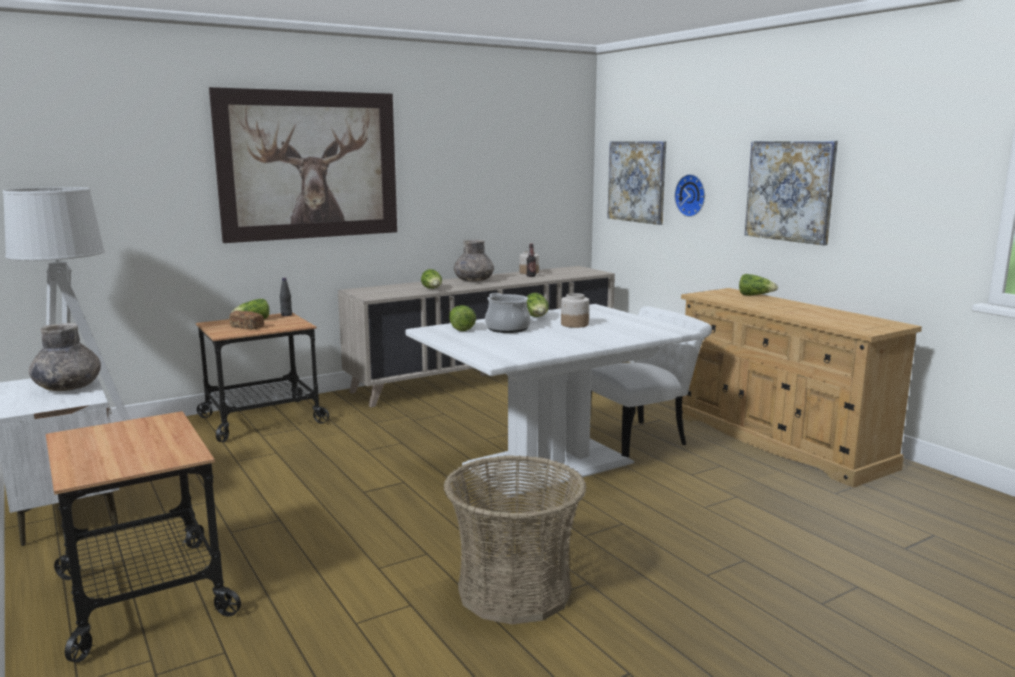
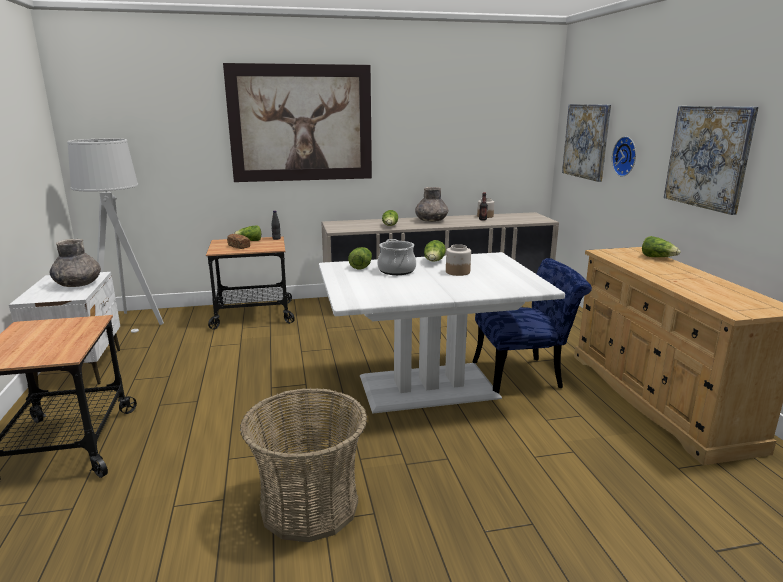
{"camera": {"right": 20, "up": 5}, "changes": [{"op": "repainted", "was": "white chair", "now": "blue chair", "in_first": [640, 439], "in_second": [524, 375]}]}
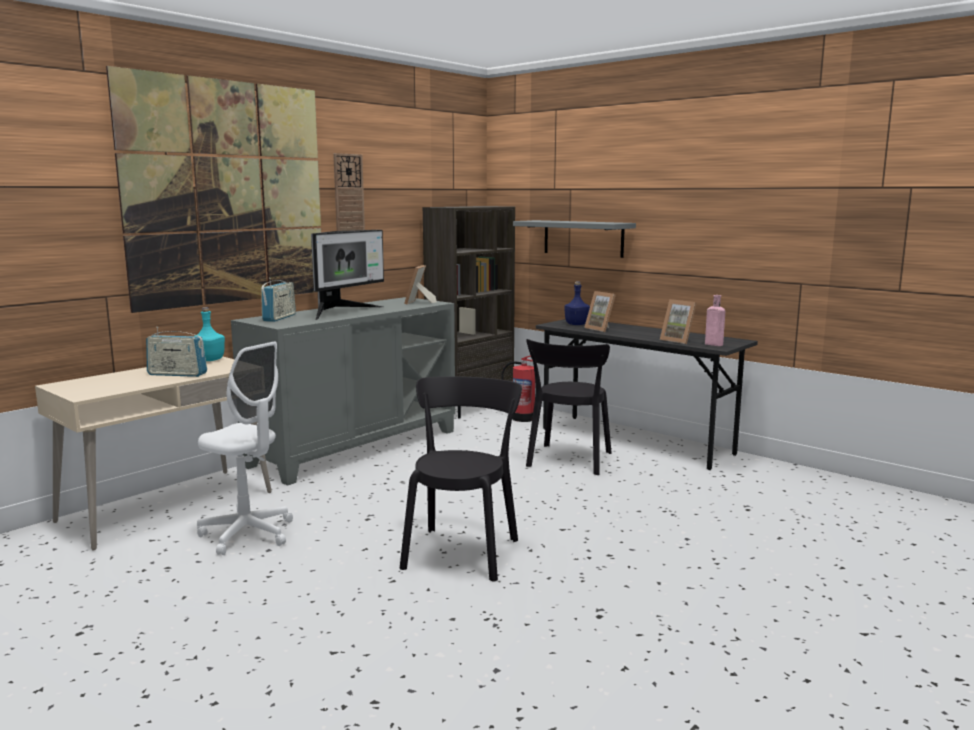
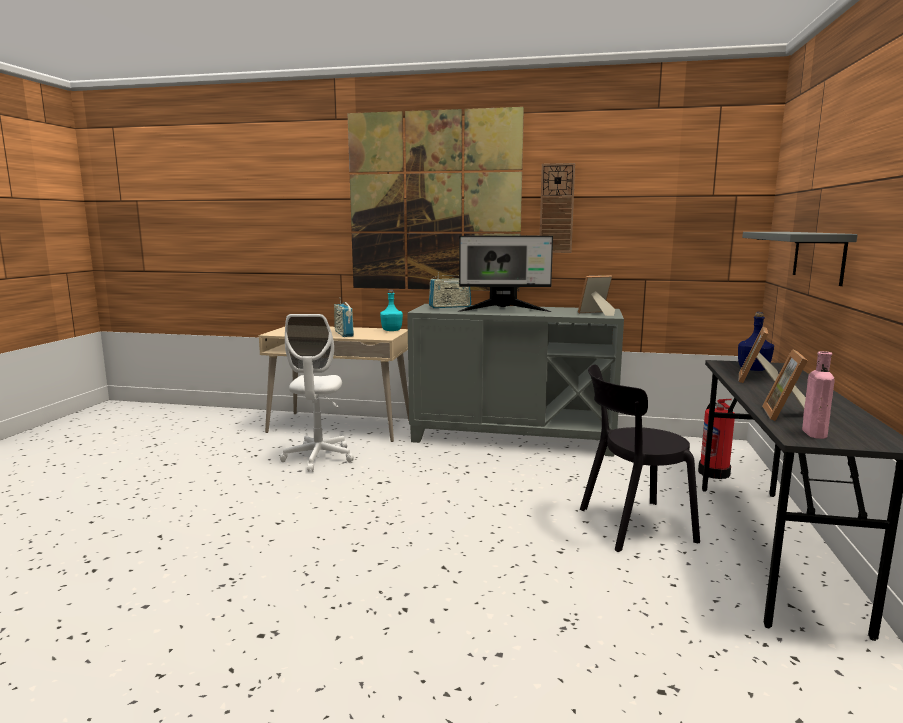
{"camera": {"right": 60, "up": 0}, "changes": [{"op": "gone", "was": "black chair", "in_first": [462, 551]}, {"op": "gone", "was": "brown bookcase", "in_first": [470, 407]}]}
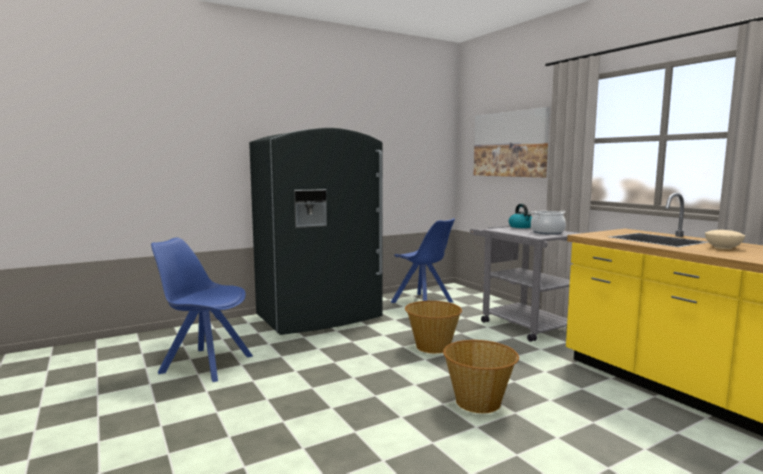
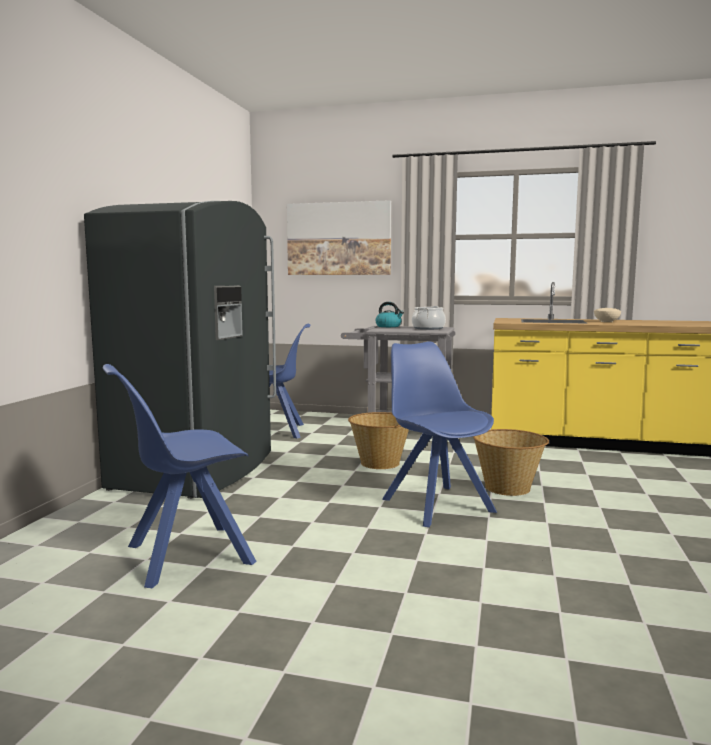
{"camera": {"right": -45, "up": 0}, "changes": [{"op": "new", "now": "blue chair", "in_second": [436, 504]}]}
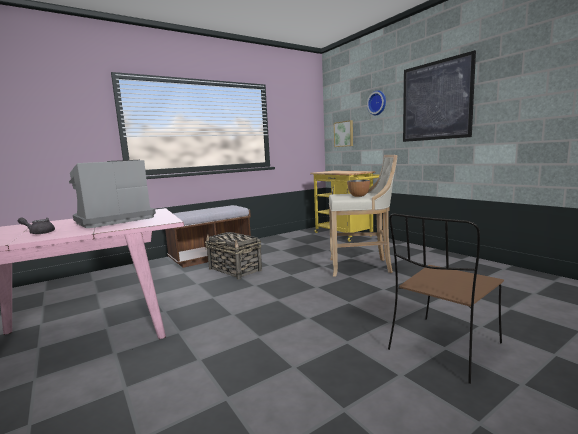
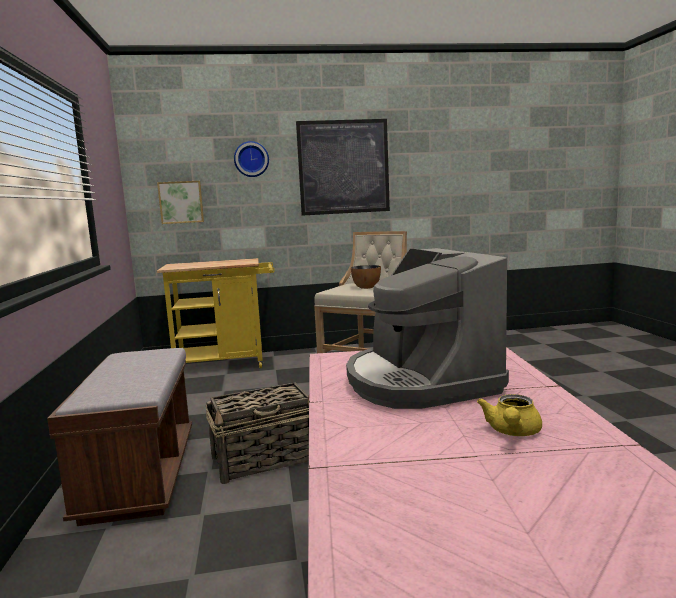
{"camera": {"right": -65, "up": 0}, "changes": [{"op": "repainted", "was": "grey teapot", "now": "yellow teapot", "in_first": [39, 232], "in_second": [512, 432]}, {"op": "gone", "was": "brown chair", "in_first": [443, 348]}]}
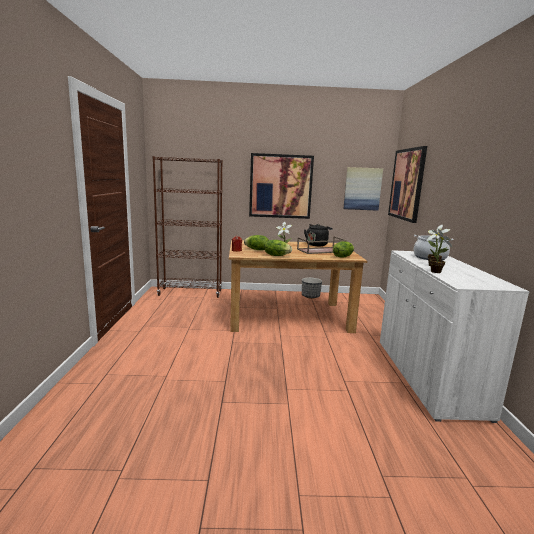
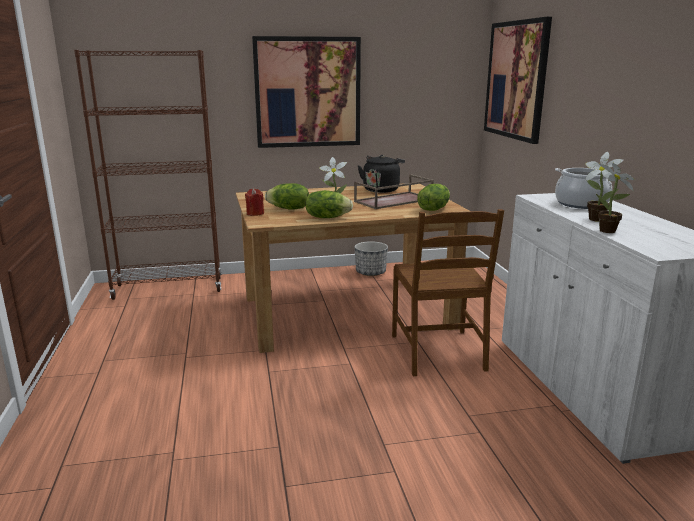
{"camera": {"right": -10, "up": 5}, "changes": [{"op": "gone", "was": "picture", "in_first": [362, 189]}, {"op": "new", "now": "brown chair", "in_second": [439, 352]}]}
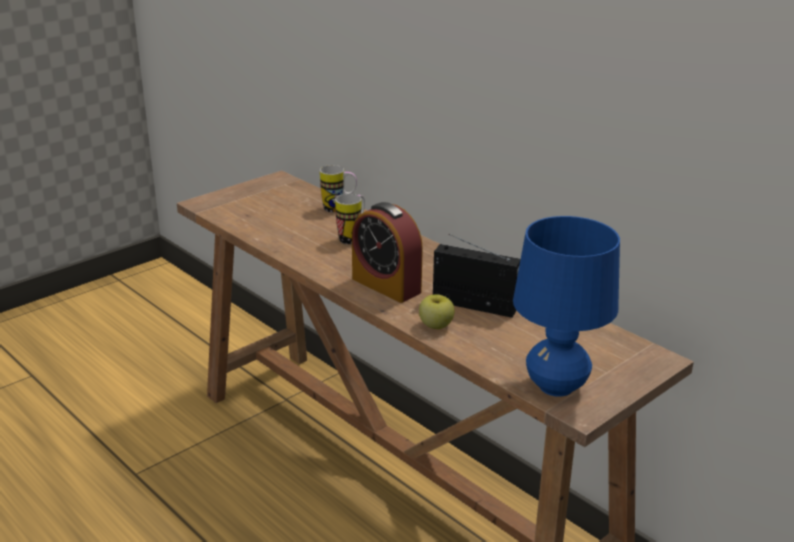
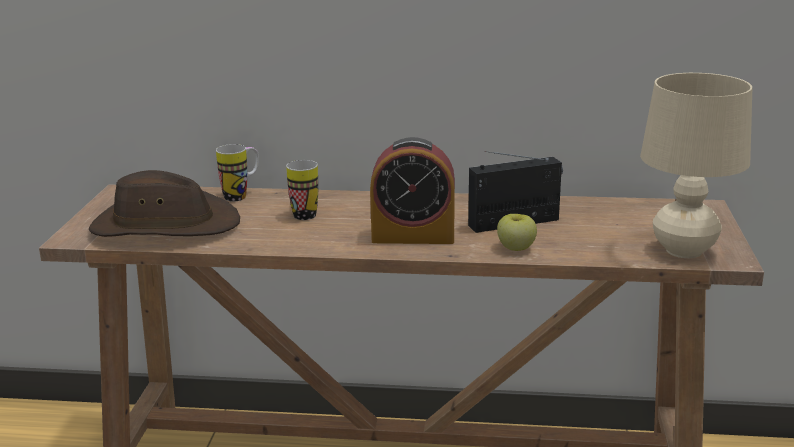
{"camera": {"right": -40, "up": -5}, "changes": [{"op": "repainted", "was": "blue table lamp", "now": "beige table lamp", "in_first": [556, 386], "in_second": [684, 251]}, {"op": "new", "now": "brown hat", "in_second": [165, 226]}]}
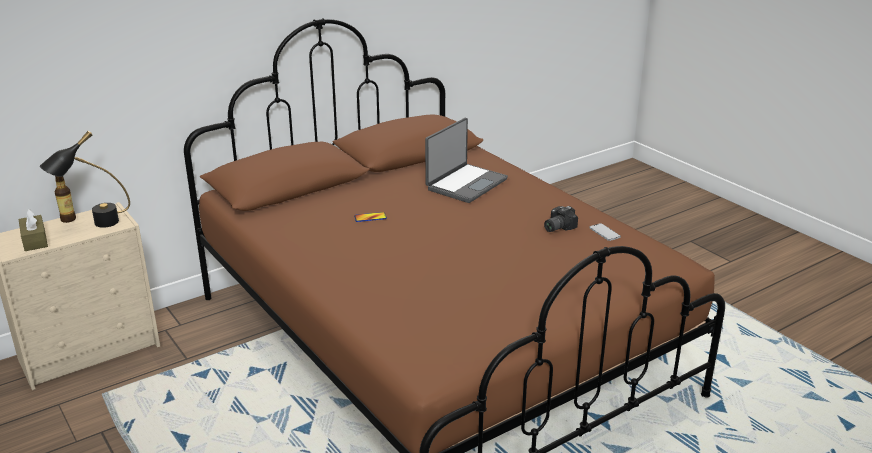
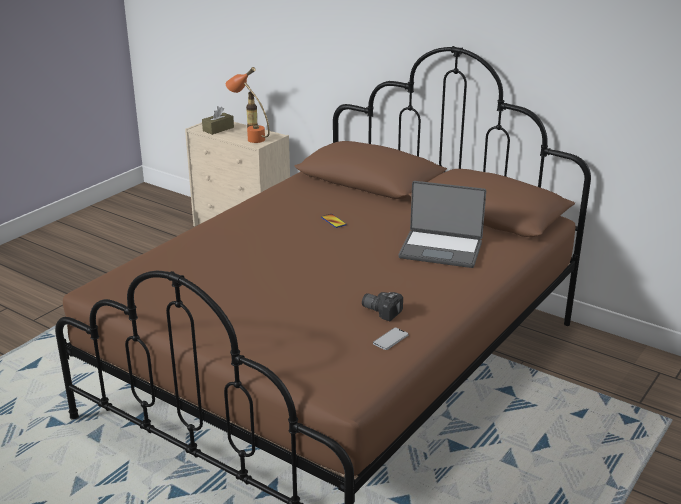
{"camera": {"right": 70, "up": 0}, "changes": [{"op": "repainted", "was": "black table lamp", "now": "orange table lamp", "in_first": [94, 224], "in_second": [250, 137]}]}
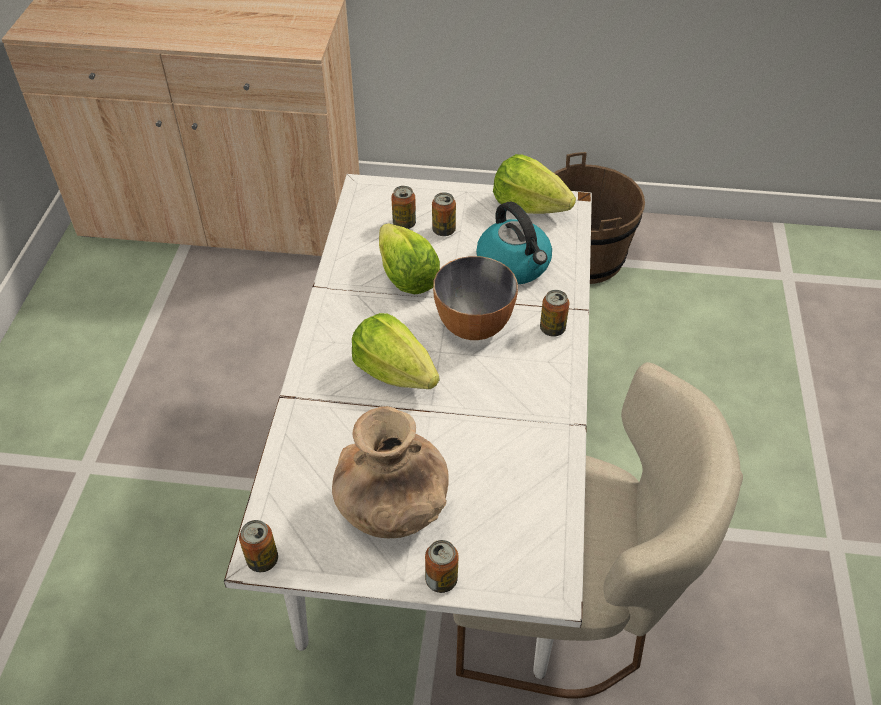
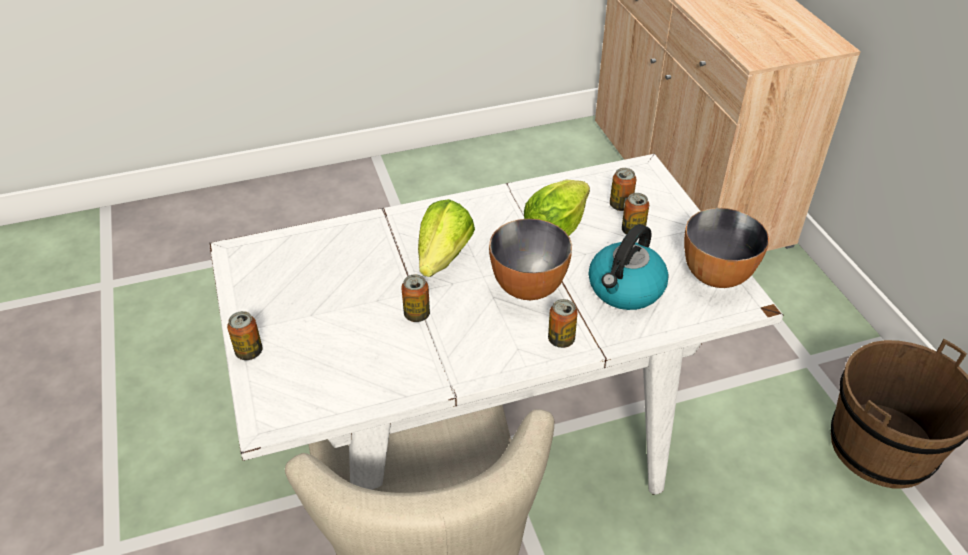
{"camera": {"right": 65, "up": -5}, "changes": [{"op": "shifted", "was": "can", "in_first": [262, 560], "in_second": [417, 314]}, {"op": "gone", "was": "brown vase", "in_first": [392, 510]}, {"op": "swapped", "was": "lettuce", "now": "bowl", "in_first": [529, 206], "in_second": [717, 275]}]}
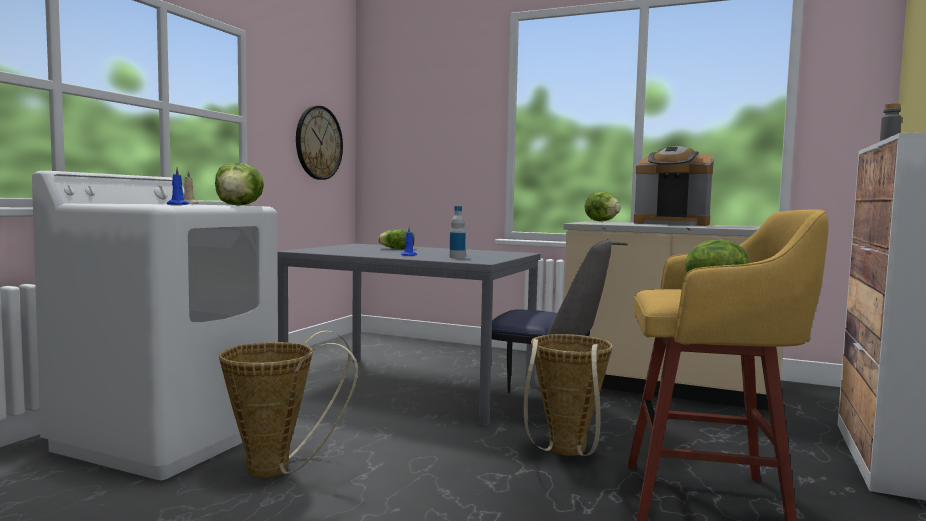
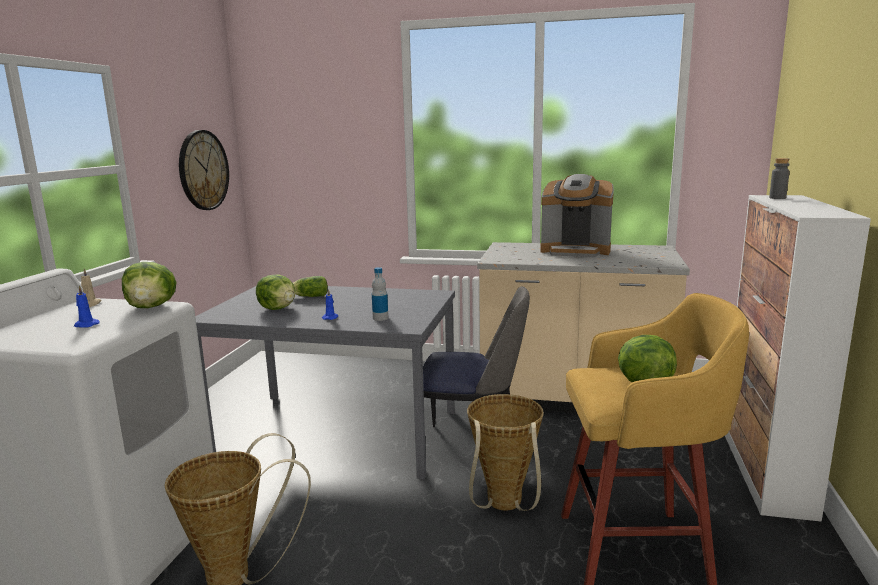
{"camera": {"right": -10, "up": 10}, "changes": [{"op": "shifted", "was": "lettuce", "in_first": [602, 221], "in_second": [278, 308]}]}
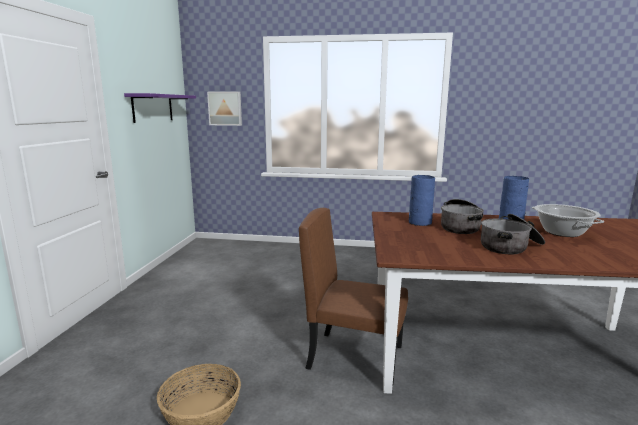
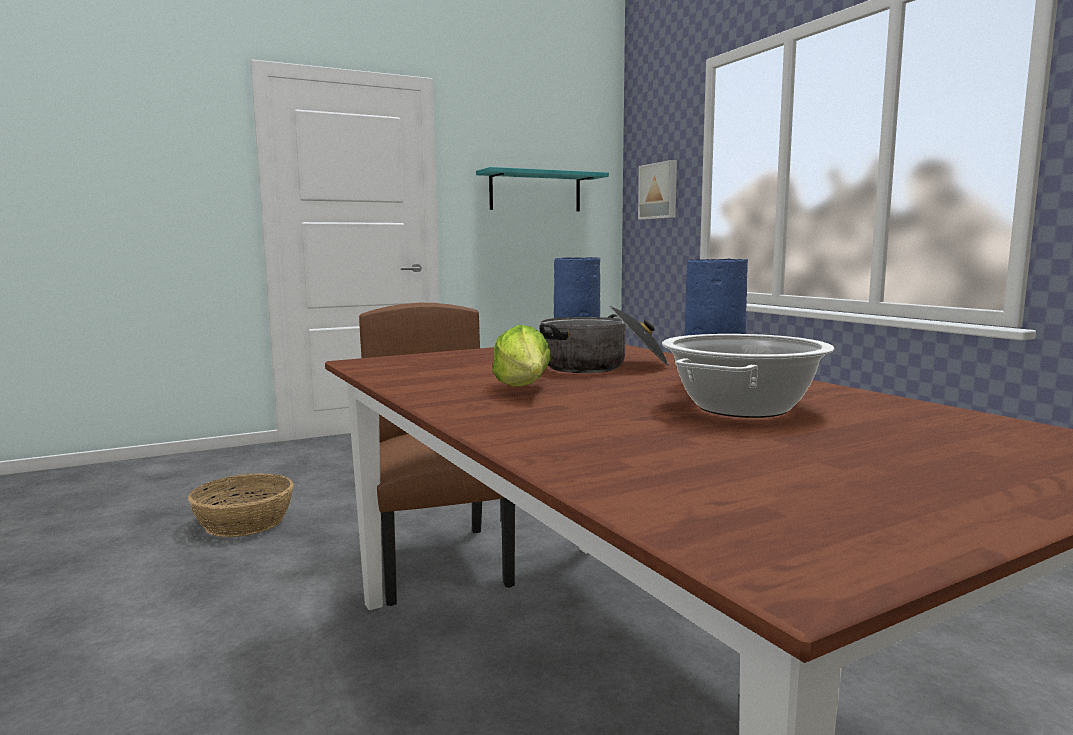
{"camera": {"right": 55, "up": -5}, "changes": [{"op": "repainted", "was": "purple shelf", "now": "turquoise shelf", "in_first": [152, 108], "in_second": [535, 192]}, {"op": "swapped", "was": "cooking pot", "now": "lettuce", "in_first": [510, 246], "in_second": [524, 390]}]}
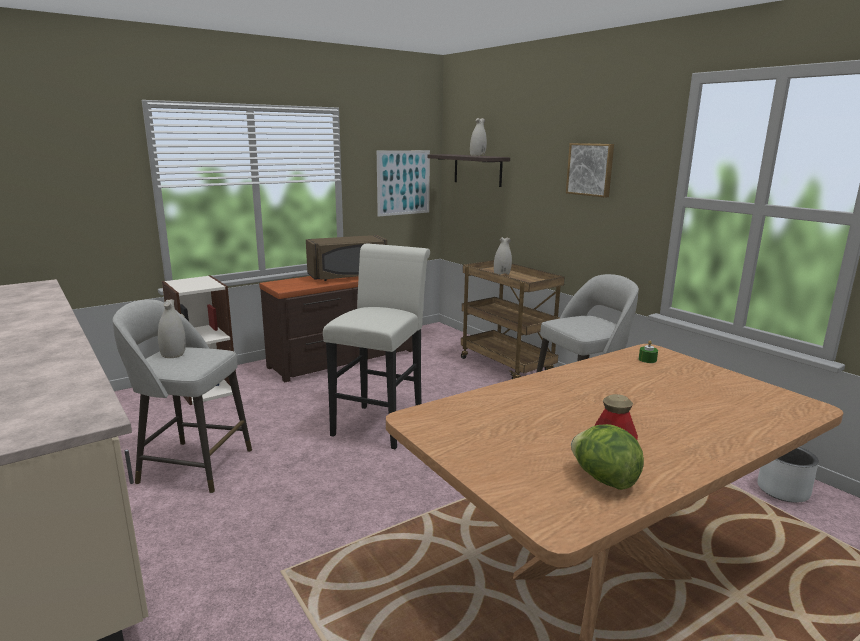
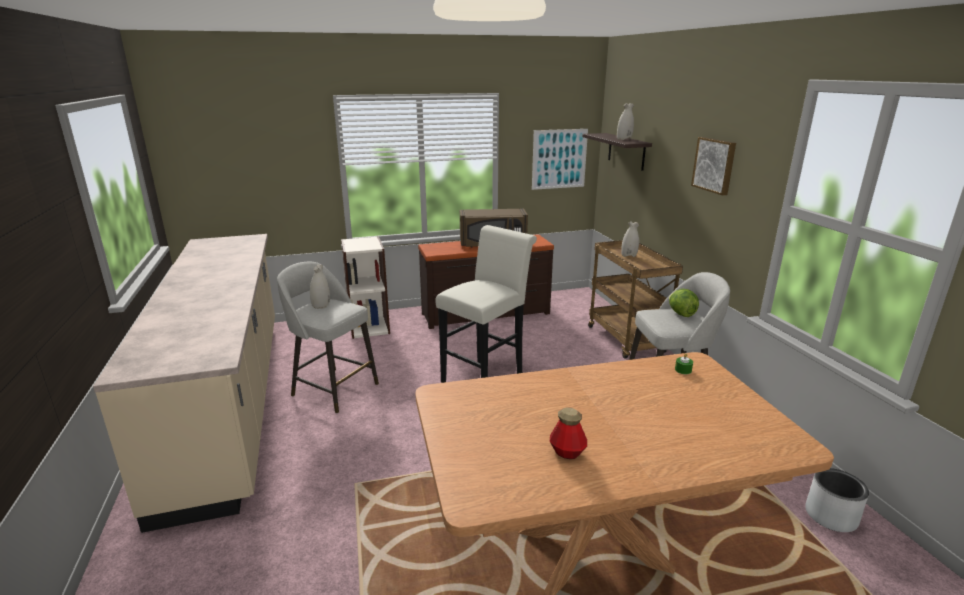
{"camera": {"right": 20, "up": 5}, "changes": [{"op": "shifted", "was": "lettuce", "in_first": [603, 479], "in_second": [681, 314]}]}
